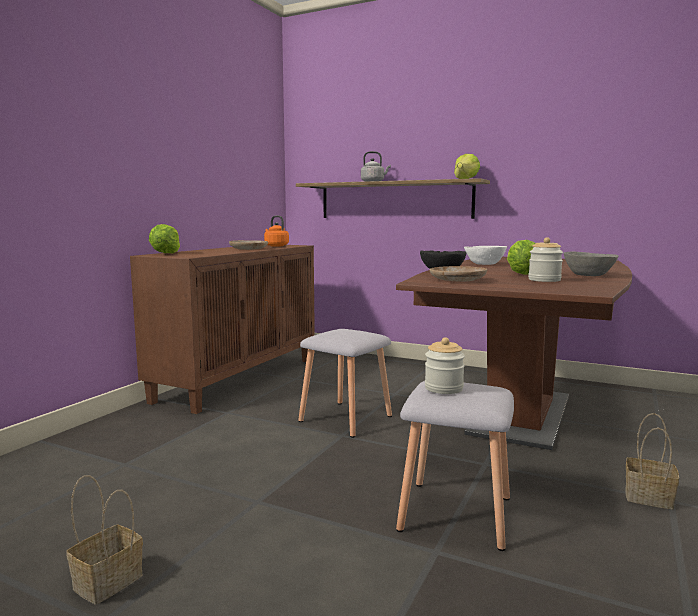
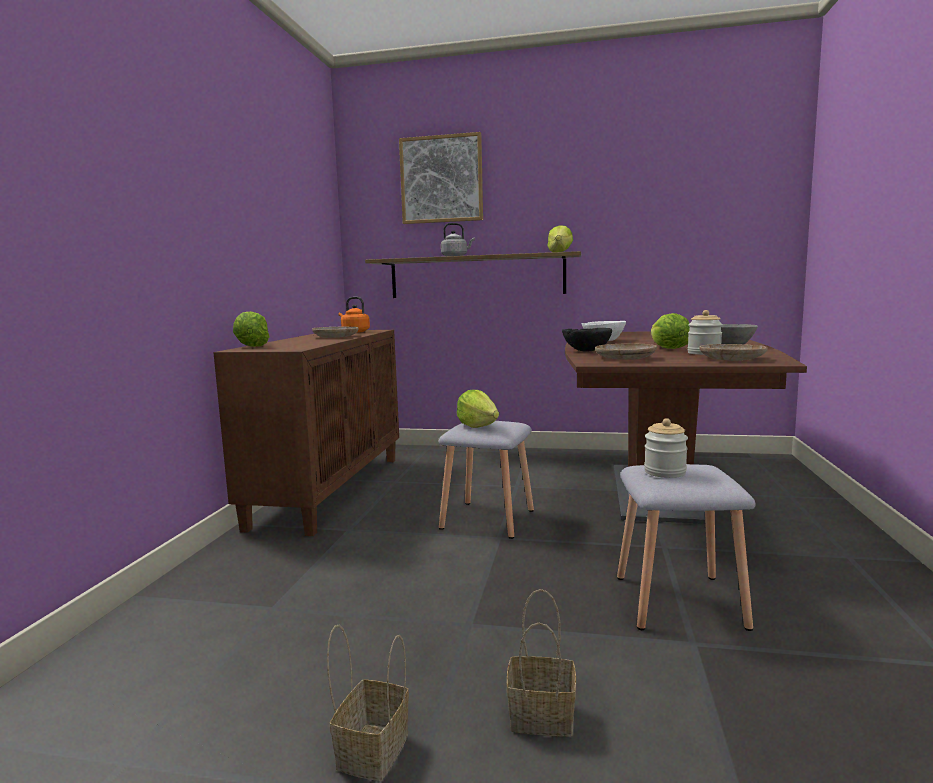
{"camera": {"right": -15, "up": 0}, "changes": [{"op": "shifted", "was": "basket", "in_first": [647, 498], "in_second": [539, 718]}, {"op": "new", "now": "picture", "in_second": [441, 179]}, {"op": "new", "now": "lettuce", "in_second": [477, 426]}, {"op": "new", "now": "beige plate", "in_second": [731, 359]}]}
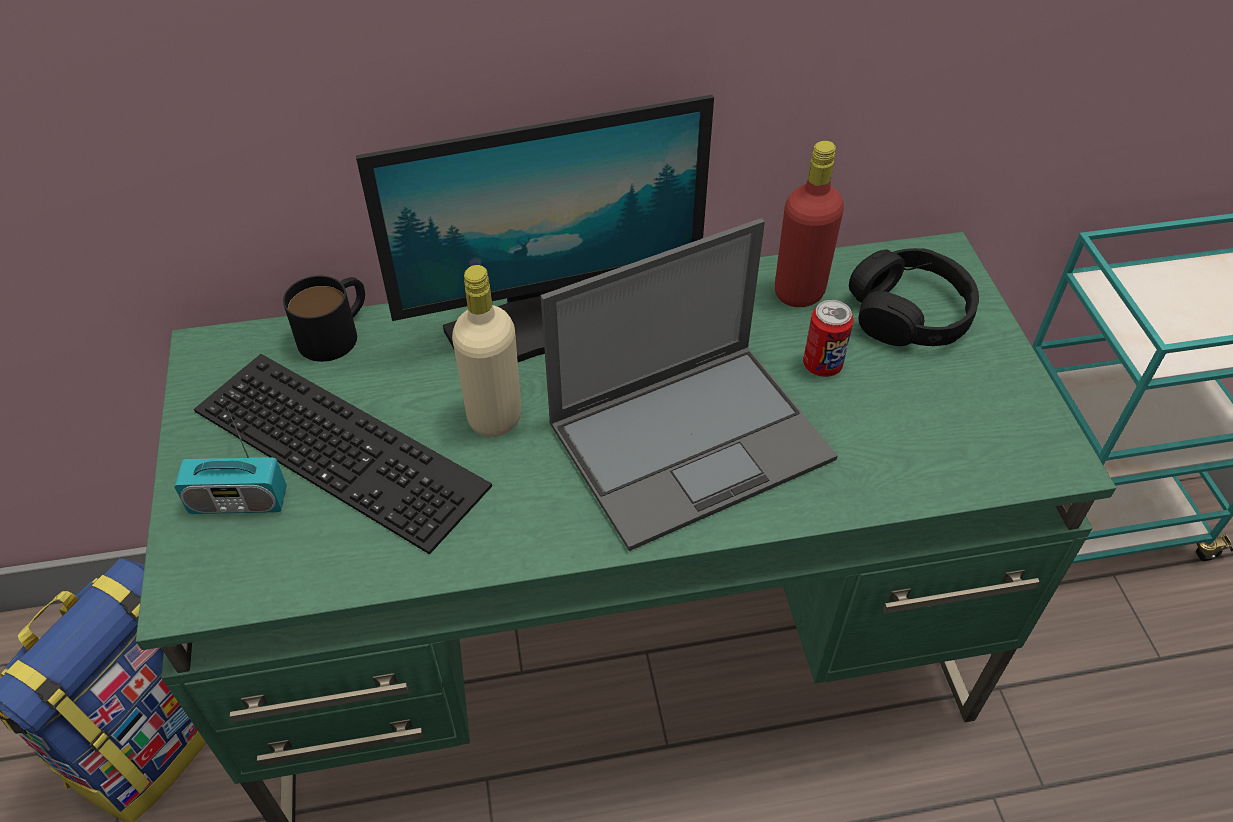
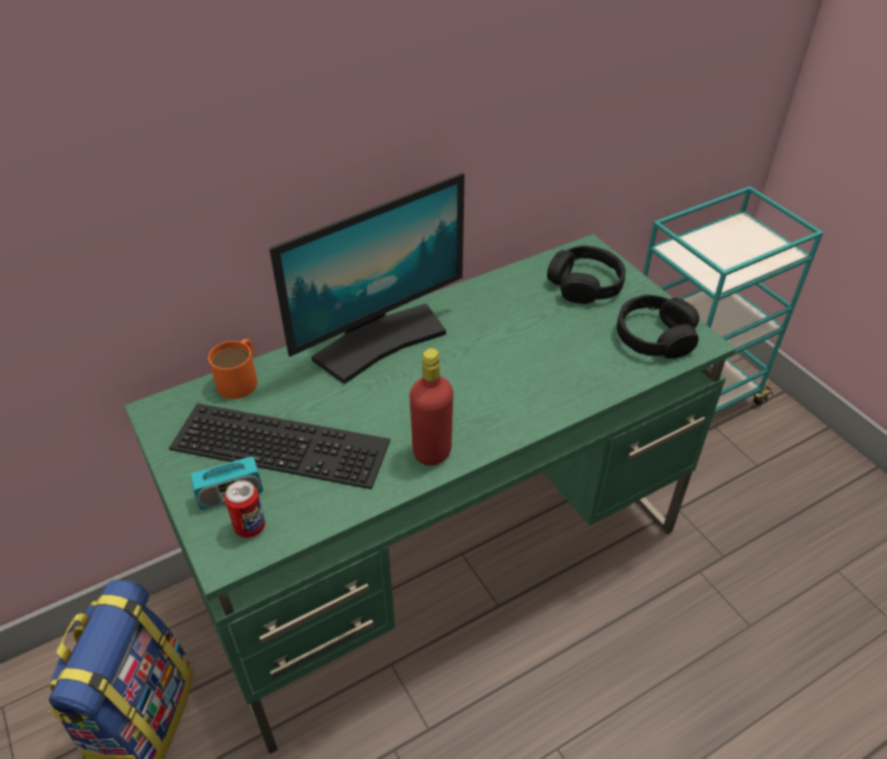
{"camera": {"right": -20, "up": -5}, "changes": [{"op": "repainted", "was": "black mug", "now": "orange mug", "in_first": [337, 332], "in_second": [241, 378]}, {"op": "gone", "was": "beige bottle", "in_first": [494, 417]}, {"op": "gone", "was": "laptop", "in_first": [693, 439]}, {"op": "shifted", "was": "red bottle", "in_first": [799, 292], "in_second": [432, 452]}, {"op": "shifted", "was": "can", "in_first": [822, 365], "in_second": [250, 527]}, {"op": "new", "now": "black headphones", "in_second": [654, 337]}]}
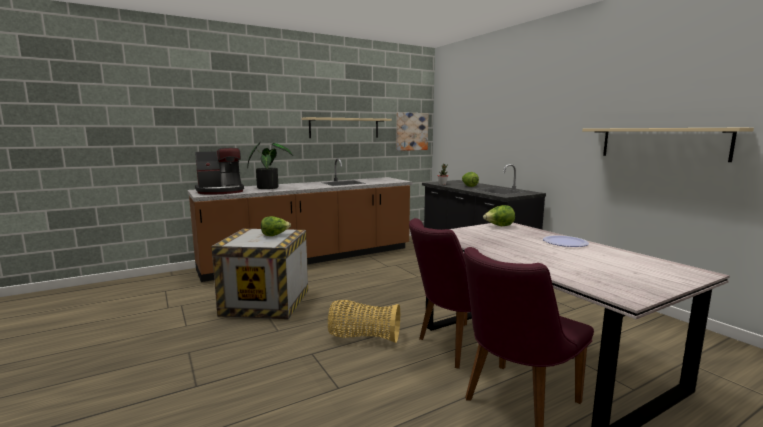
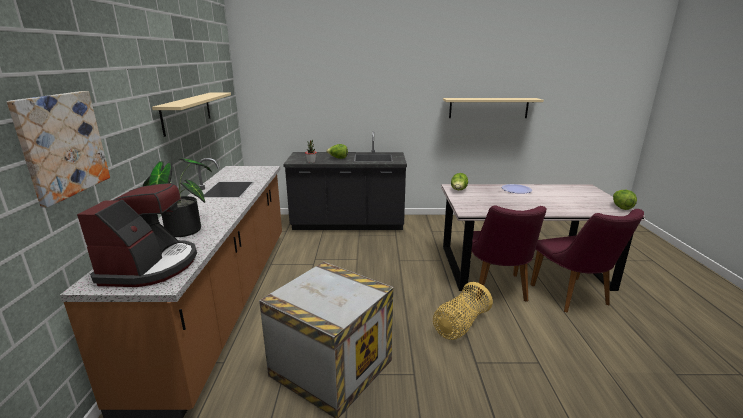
{"camera": {"right": -60, "up": 10}, "changes": [{"op": "shifted", "was": "lettuce", "in_first": [275, 235], "in_second": [621, 207]}, {"op": "shifted", "was": "picture", "in_first": [411, 131], "in_second": [62, 145]}]}
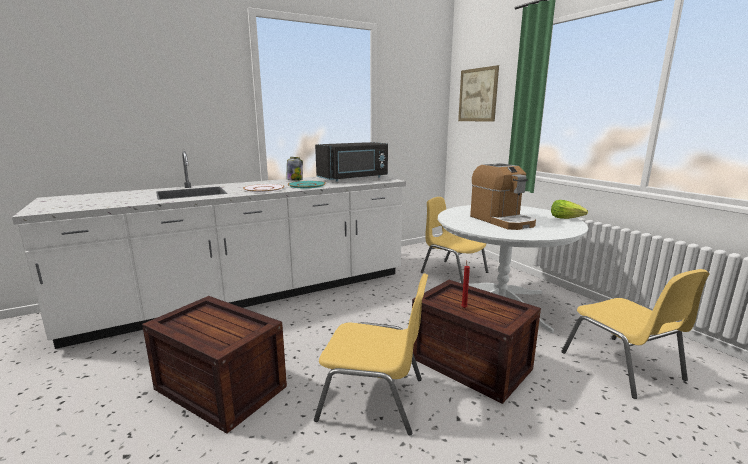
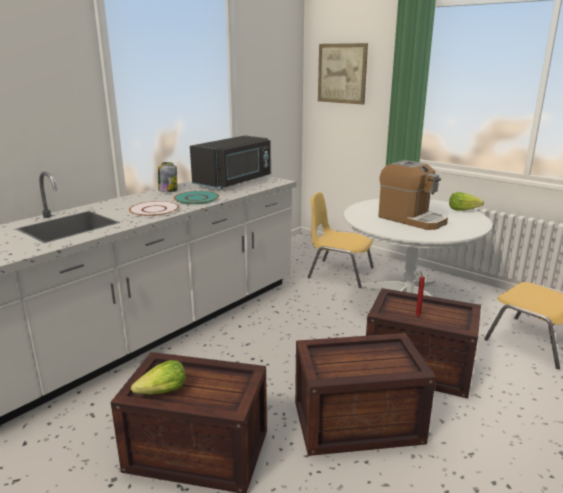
{"camera": {"right": -20, "up": 5}, "changes": [{"op": "swapped", "was": "yellow chair", "now": "crate", "in_first": [373, 399], "in_second": [359, 422]}, {"op": "new", "now": "lettuce", "in_second": [163, 392]}]}
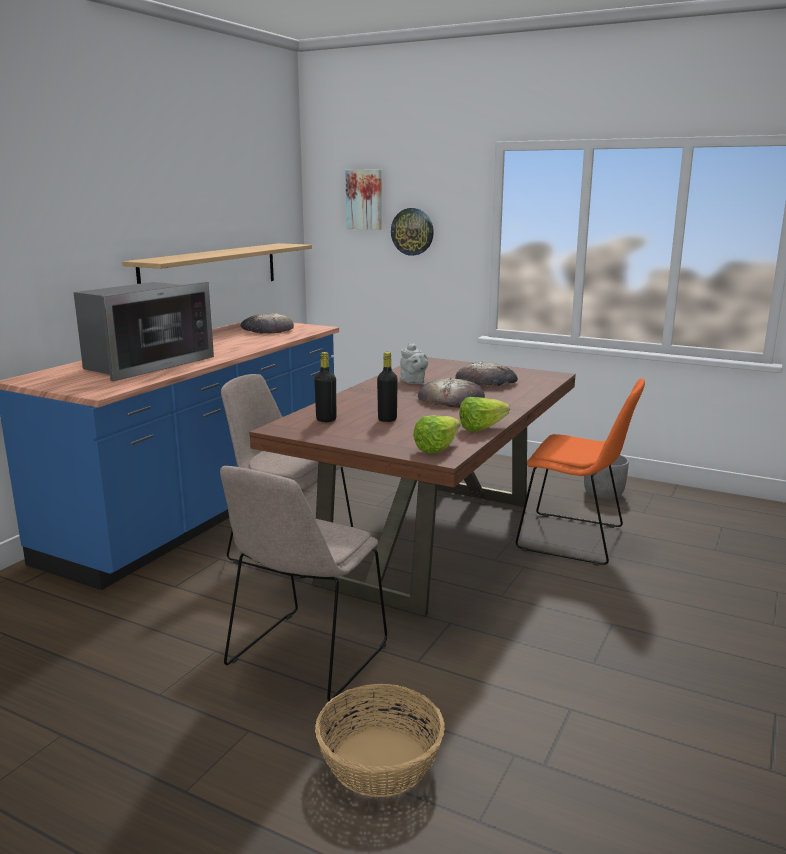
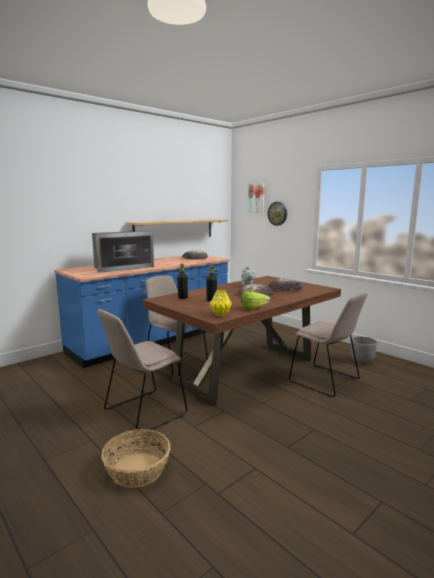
{"camera": {"right": 20, "up": -5}, "changes": [{"op": "swapped", "was": "lettuce", "now": "yellow vase", "in_first": [441, 448], "in_second": [220, 314]}, {"op": "repainted", "was": "orange chair", "now": "beige chair", "in_first": [575, 539], "in_second": [326, 381]}]}
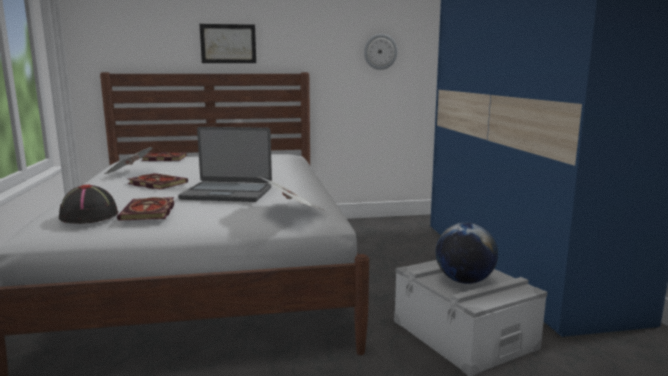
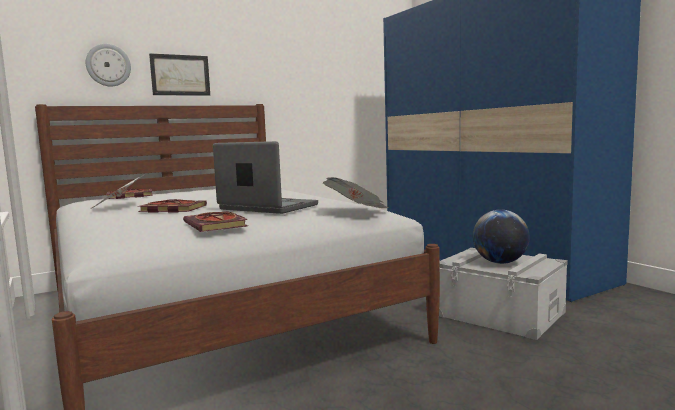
{"camera": {"right": -20, "up": -5}, "changes": [{"op": "gone", "was": "black hat", "in_first": [89, 215]}, {"op": "rotated", "was": "laptop", "in_first": [227, 193], "in_second": [267, 207], "clockwise": -135}, {"op": "shifted", "was": "wall clock", "in_first": [380, 51], "in_second": [108, 65]}]}
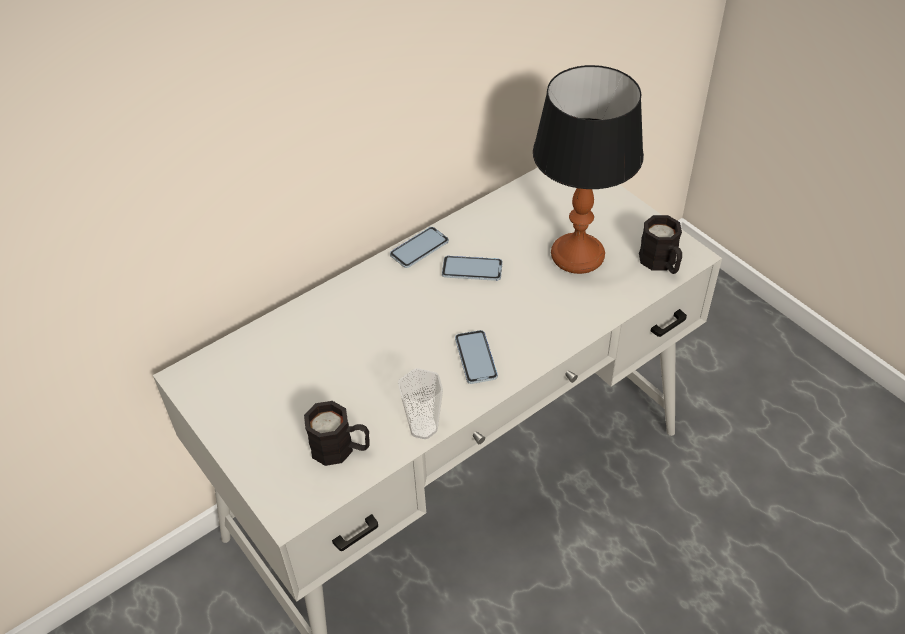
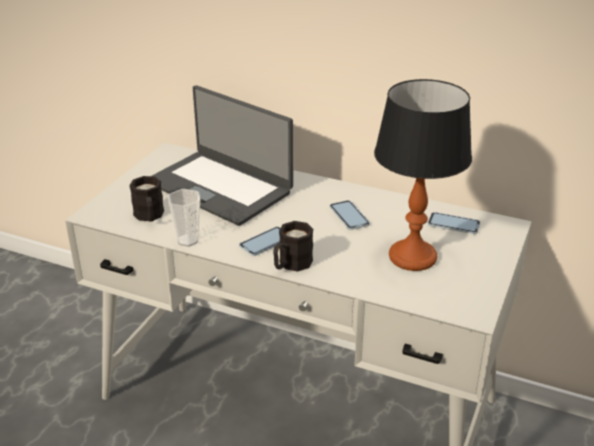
{"camera": {"right": 60, "up": -15}, "changes": [{"op": "shifted", "was": "phone", "in_first": [419, 248], "in_second": [453, 224]}, {"op": "shifted", "was": "black mug", "in_first": [661, 263], "in_second": [291, 264]}, {"op": "new", "now": "laptop", "in_second": [220, 187]}]}
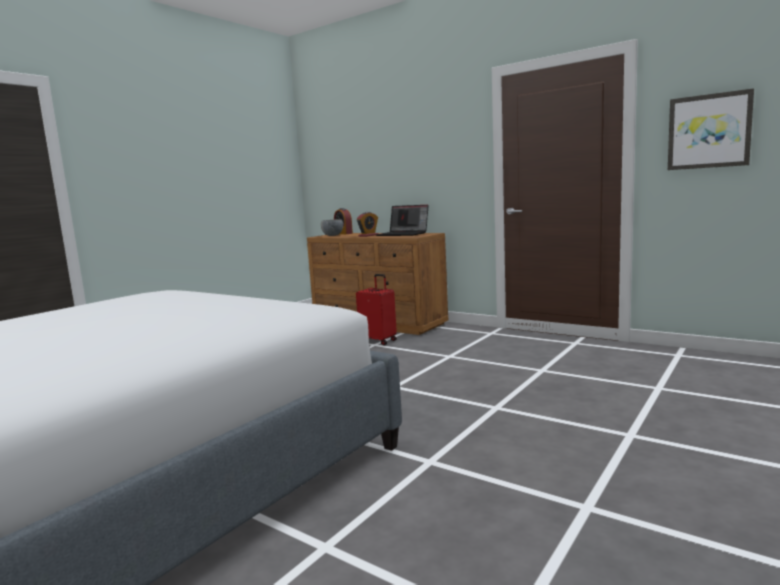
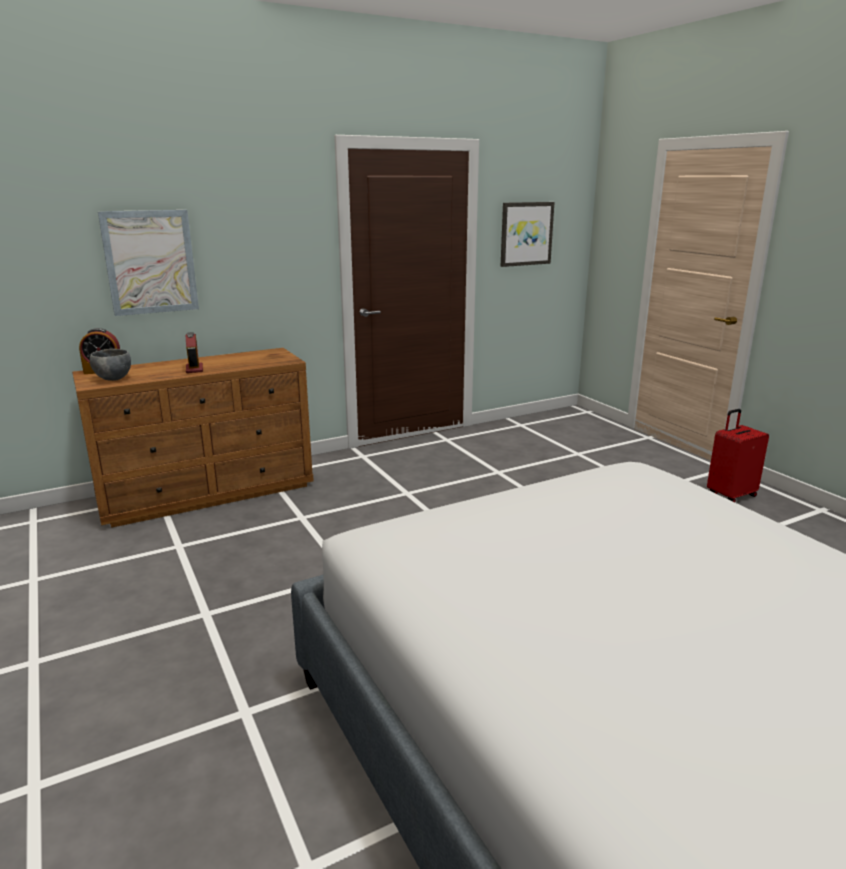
{"camera": {"right": -65, "up": 10}, "changes": [{"op": "shifted", "was": "red suitcase", "in_first": [379, 341], "in_second": [730, 495]}, {"op": "gone", "was": "laptop", "in_first": [403, 234]}, {"op": "new", "now": "picture", "in_second": [150, 262]}]}
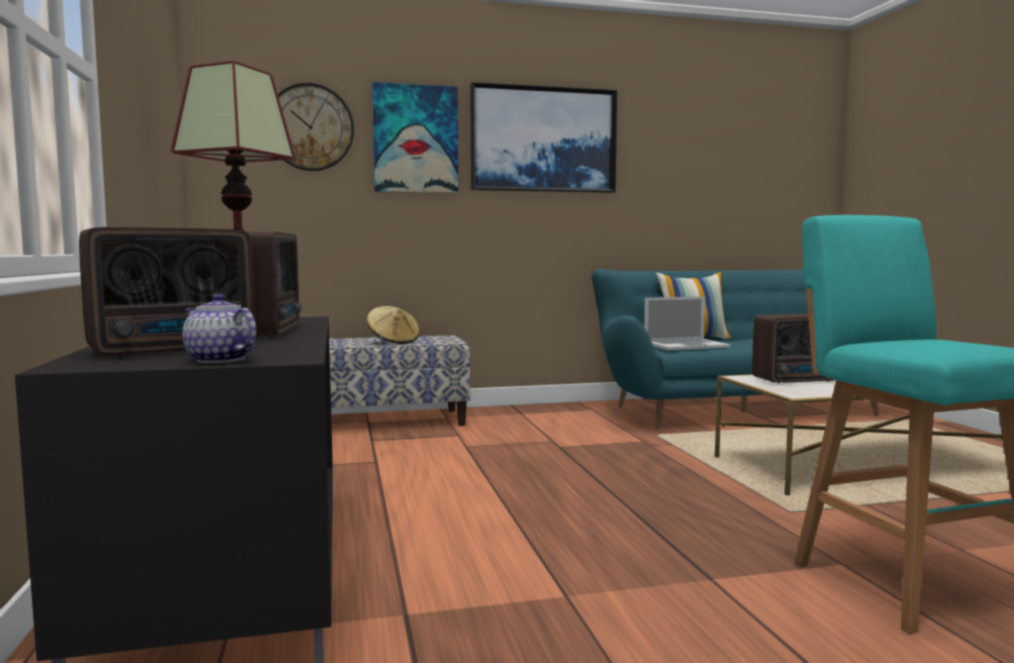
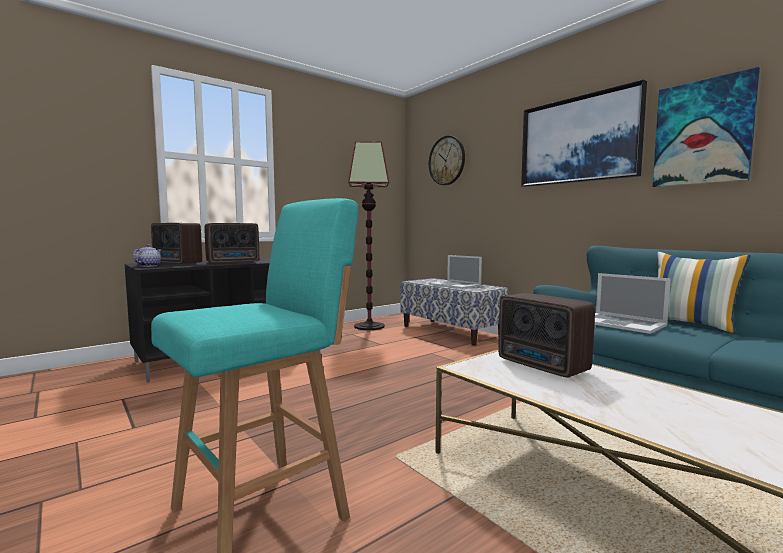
{"camera": {"right": 65, "up": 0}, "changes": [{"op": "swapped", "was": "beige hat", "now": "laptop", "in_first": [393, 341], "in_second": [455, 285]}, {"op": "shifted", "was": "picture", "in_first": [415, 139], "in_second": [702, 132]}]}
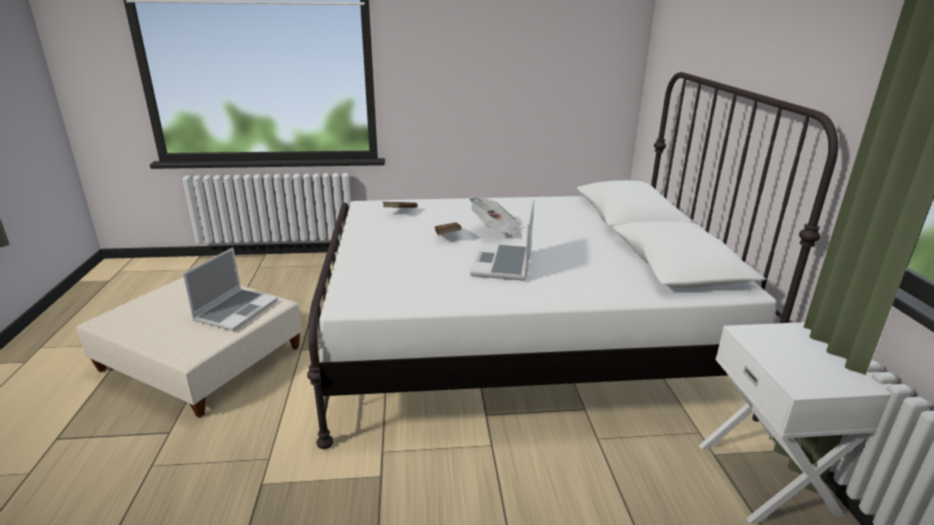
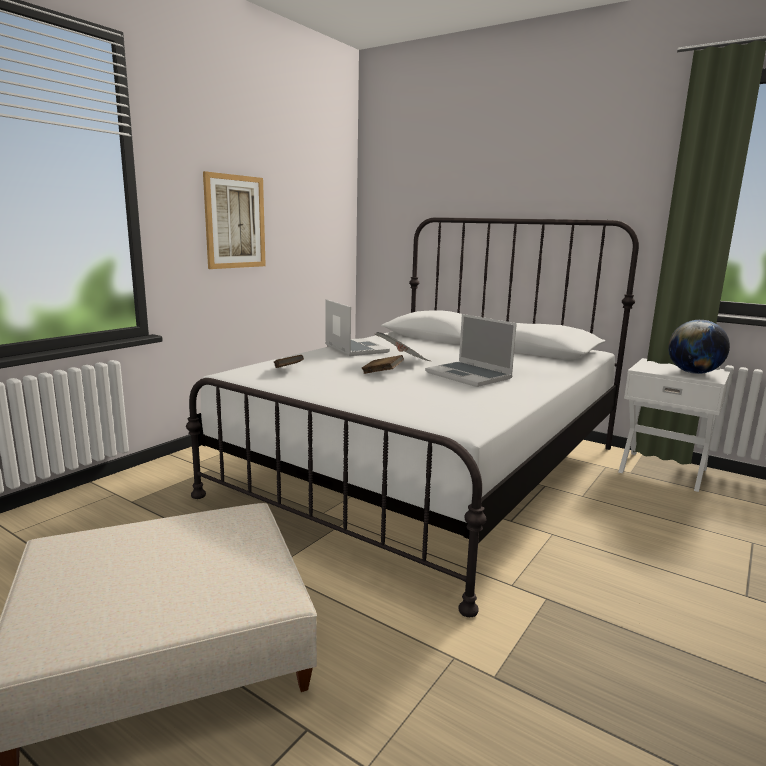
{"camera": {"right": -50, "up": -10}, "changes": [{"op": "shifted", "was": "laptop", "in_first": [236, 310], "in_second": [354, 349]}, {"op": "new", "now": "picture", "in_second": [235, 222]}, {"op": "new", "now": "globe", "in_second": [693, 373]}]}
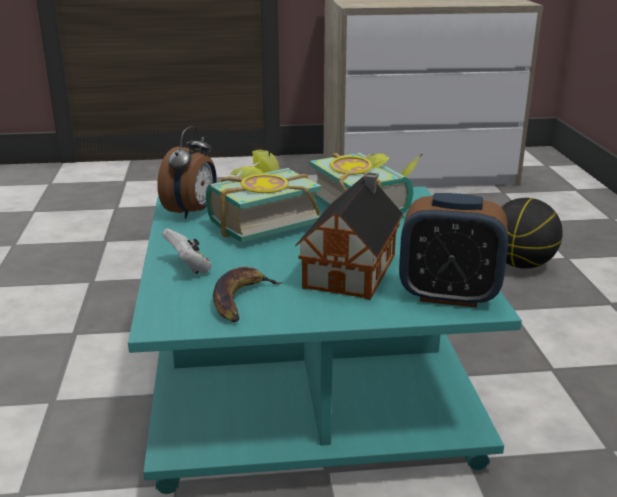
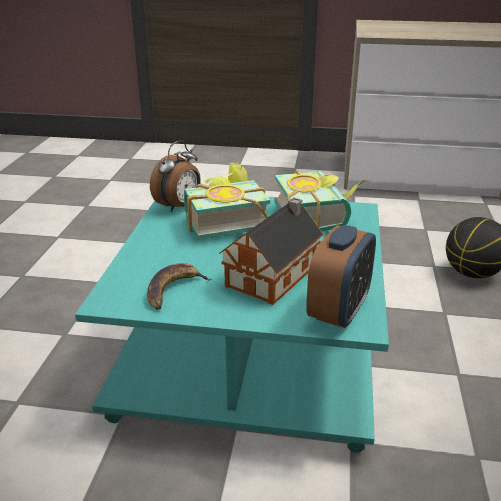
{"camera": {"right": 15, "up": 5}, "changes": [{"op": "gone", "was": "white game controller", "in_first": [189, 267]}, {"op": "rotated", "was": "alarm clock", "in_first": [449, 295], "in_second": [339, 311], "clockwise": -90}]}
